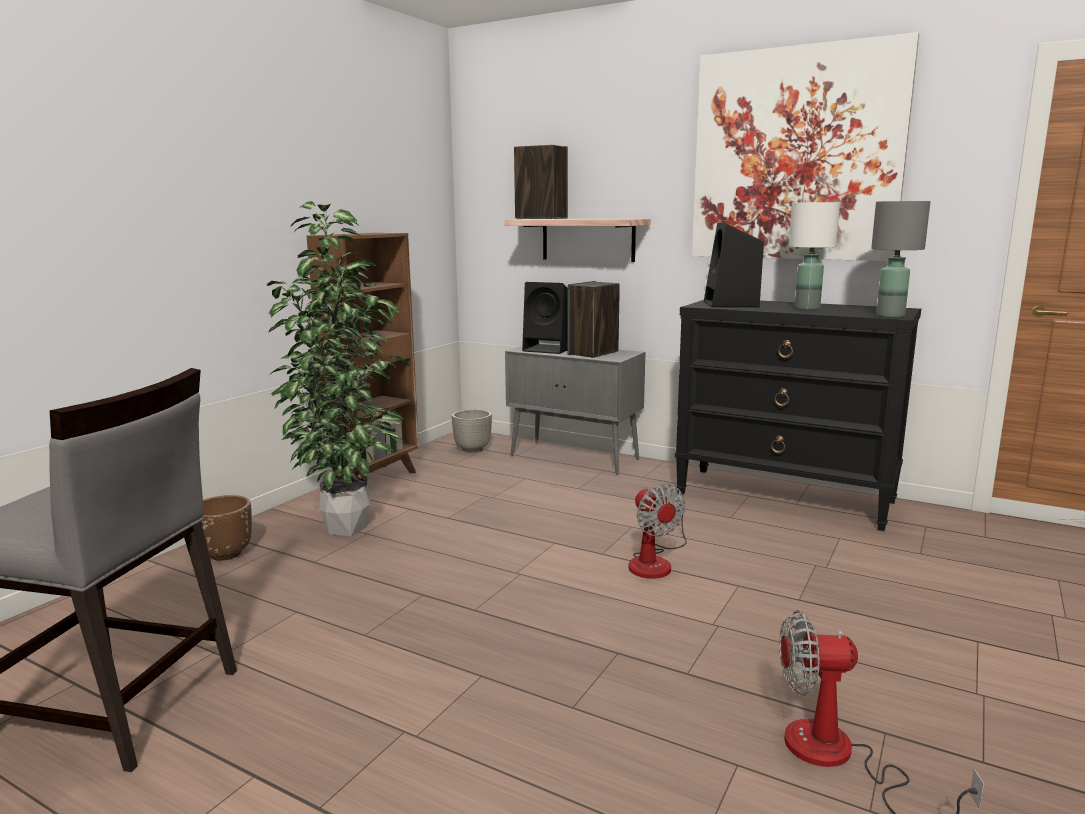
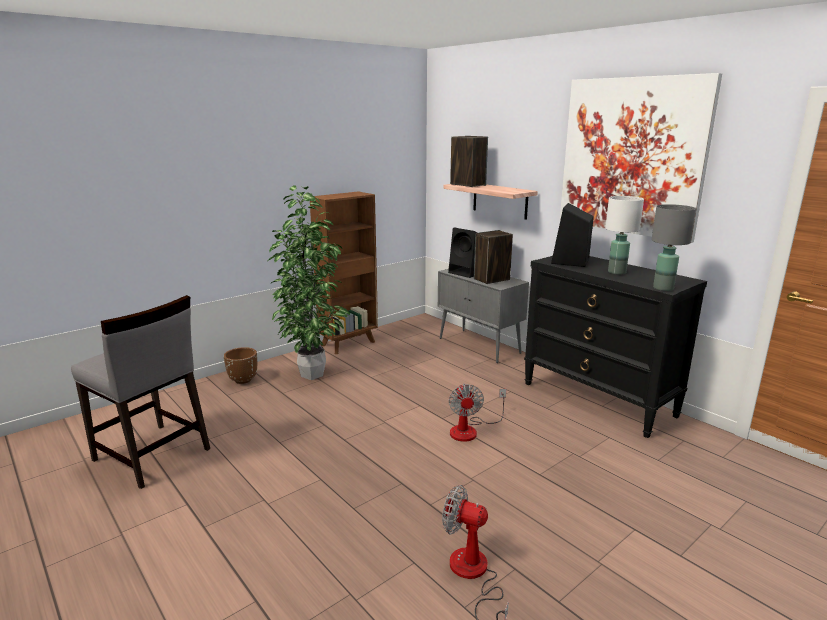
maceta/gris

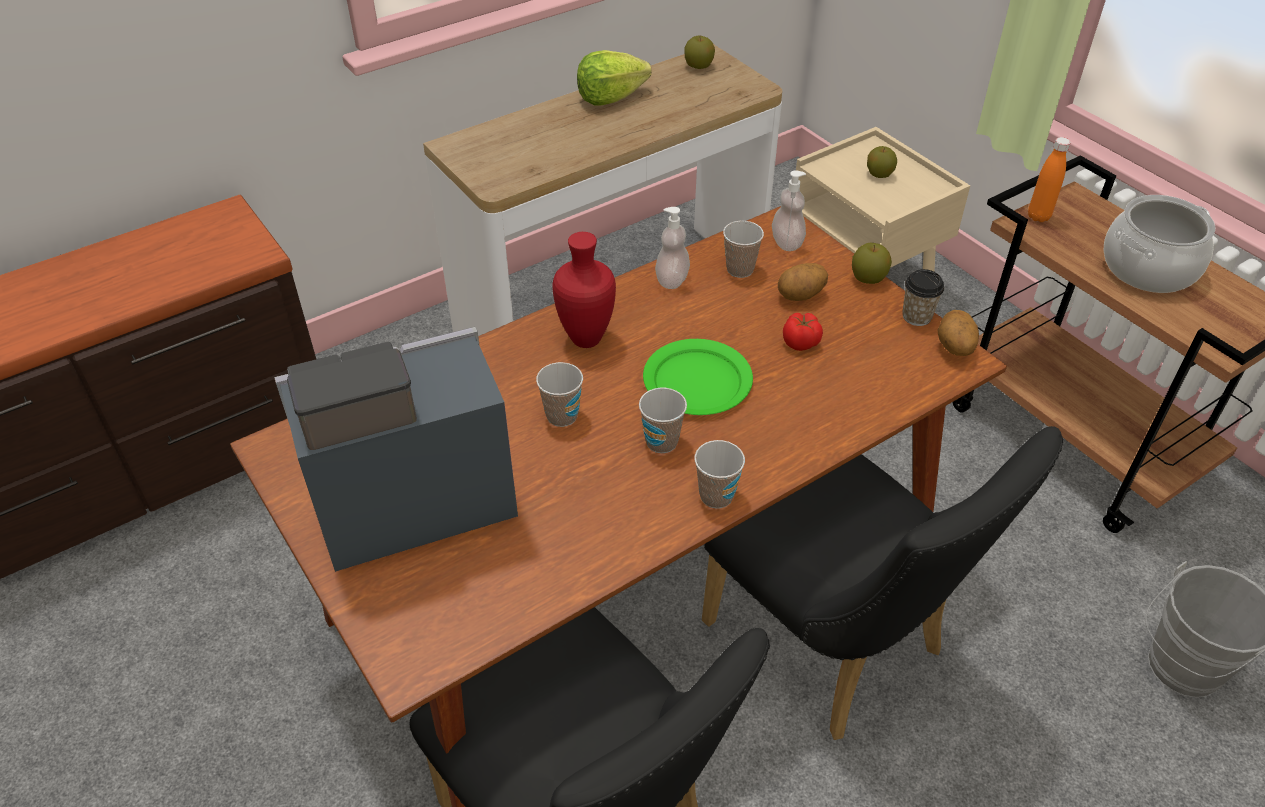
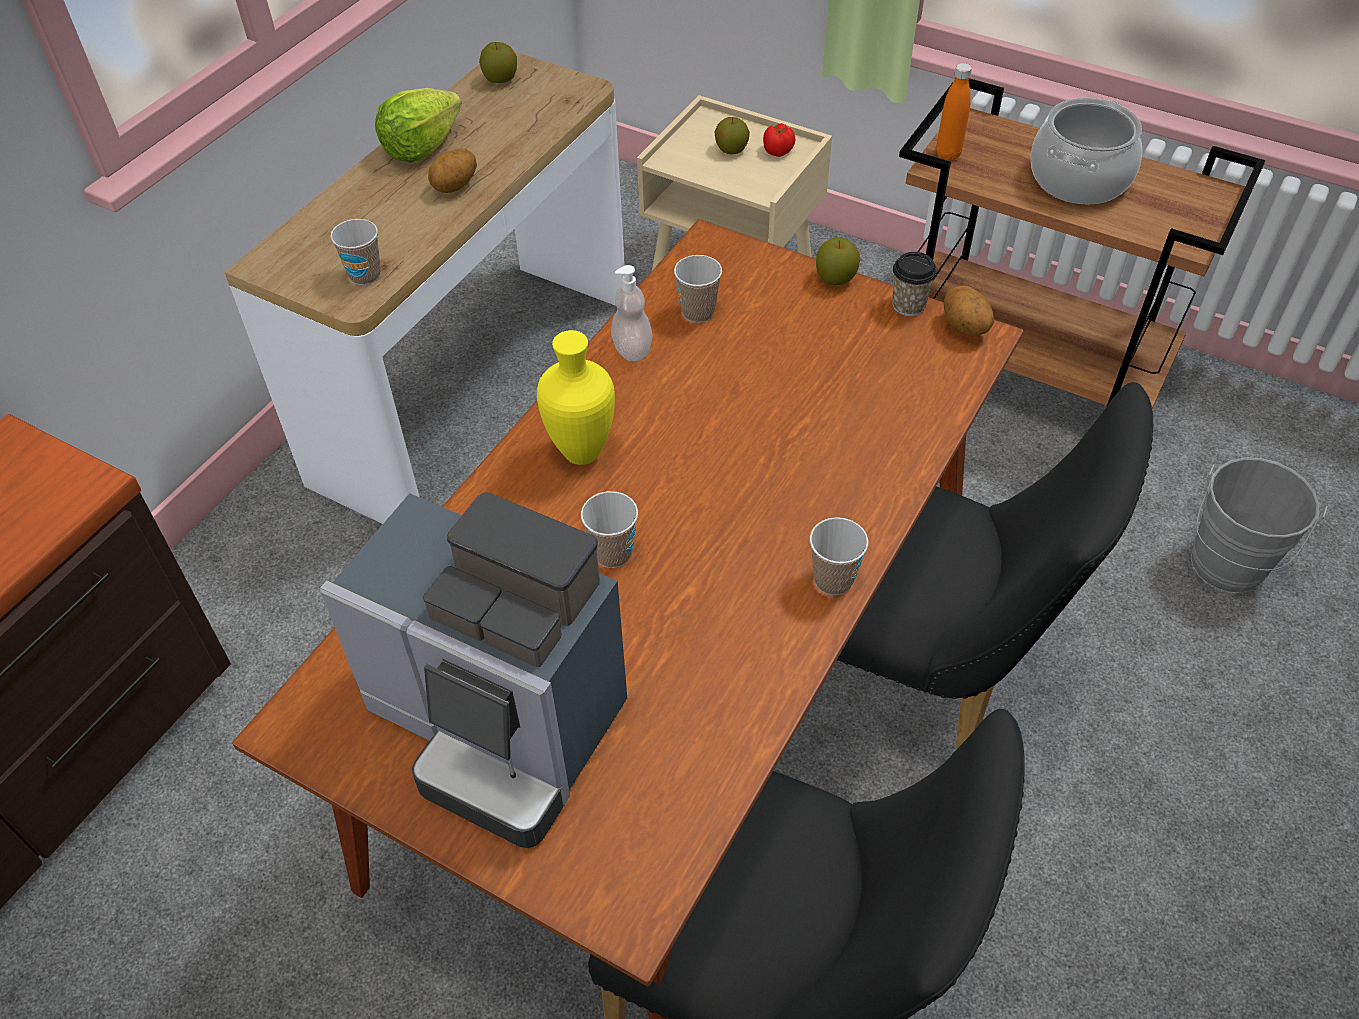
plato/verde; dispensador de jabón (2nd from left in the first image); taza (1st from left); patata (1st from left); tomate; florero/amarillo; cafetera

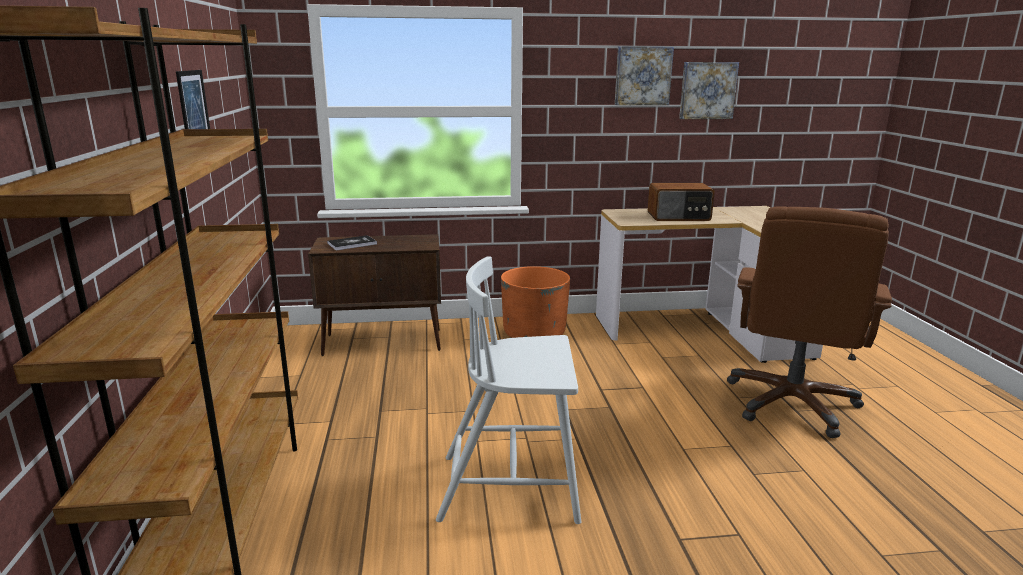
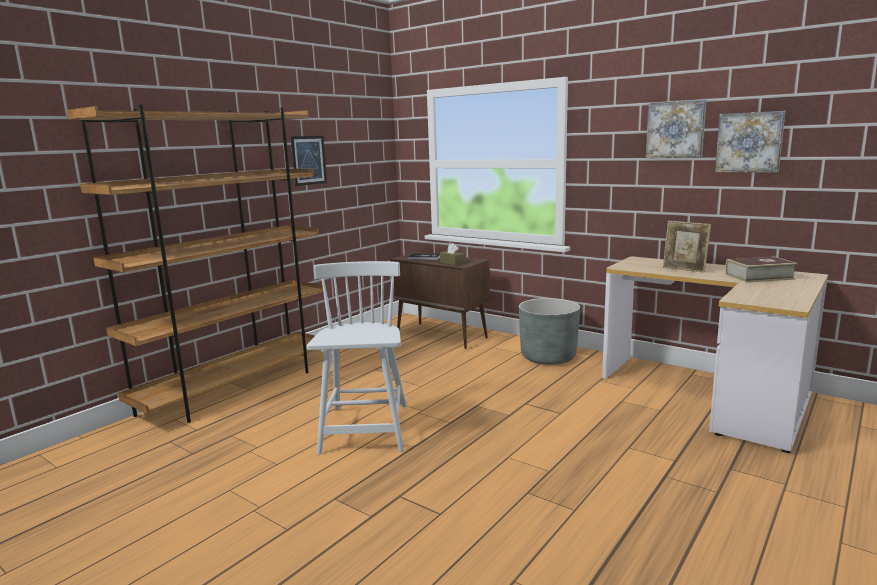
silla de oficina/marrón; caja de pañuelos/marrón; libro (2nd from left); portarretratos; maceta/gris; silla/blanco

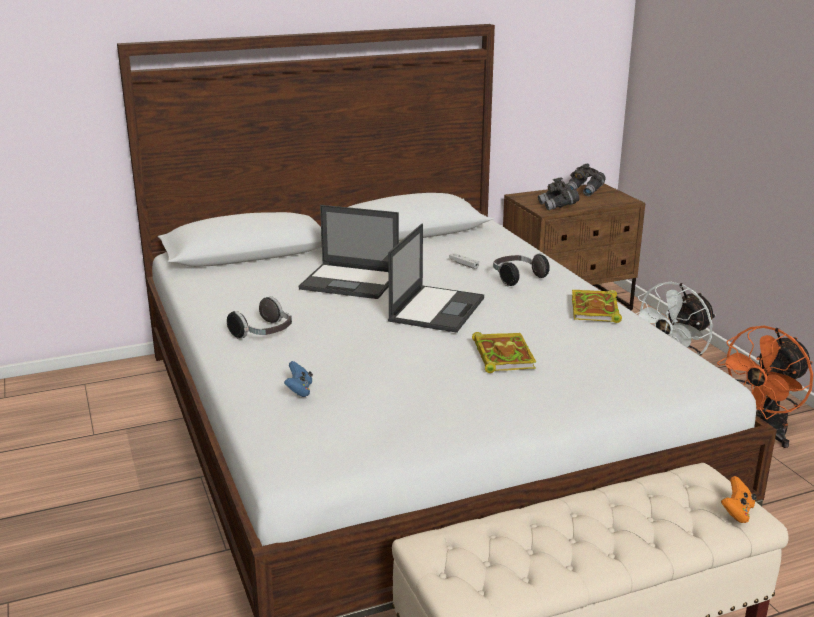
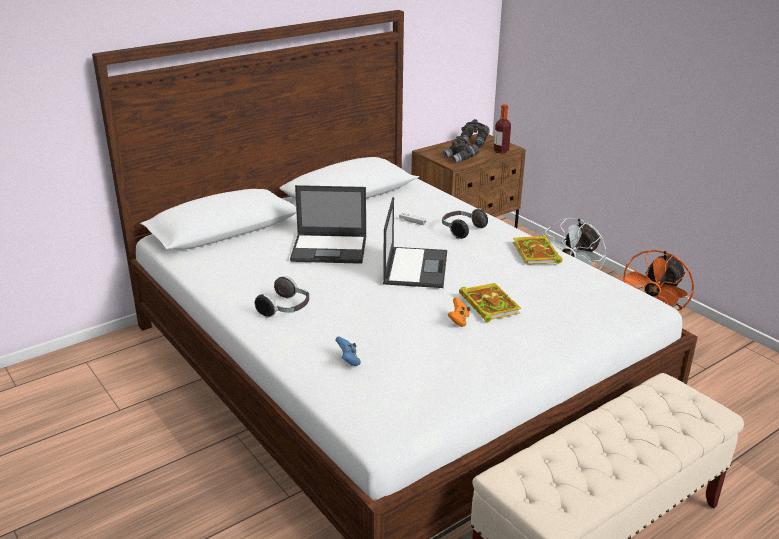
botella; mando de consola/naranja

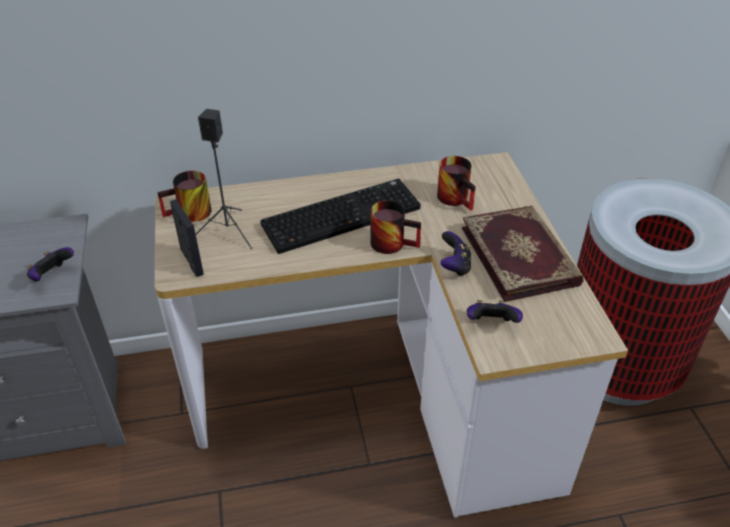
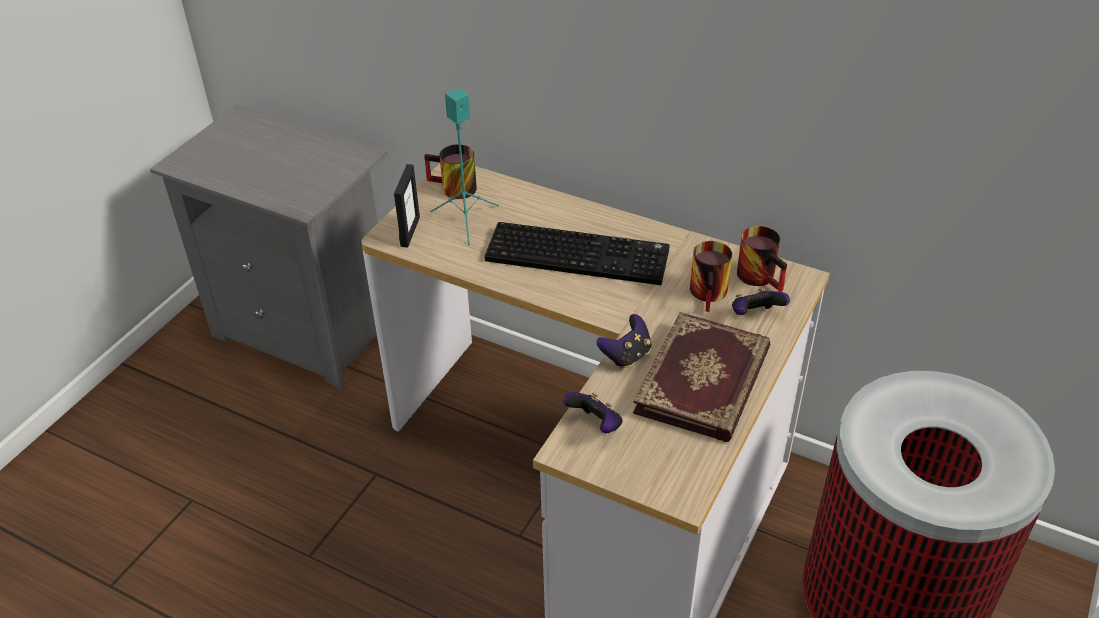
mando de consola (3rd from left); taza grande (3rd from left); altavoz/turquesa

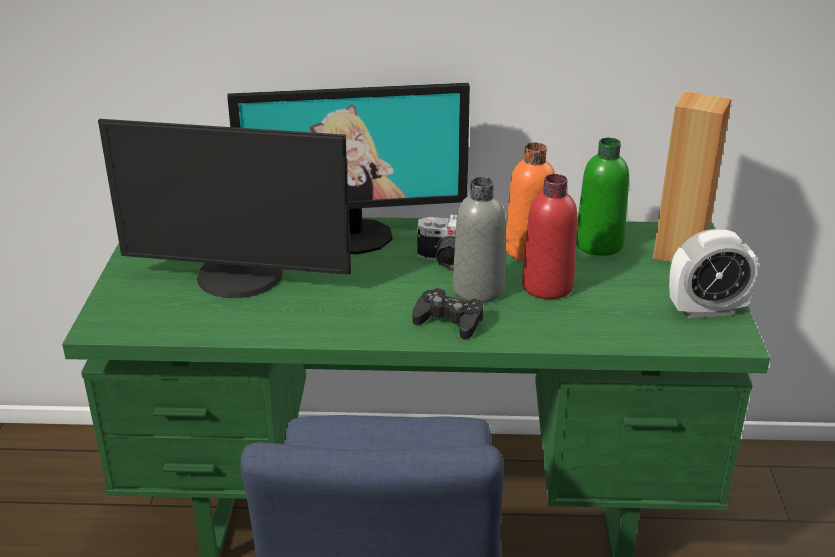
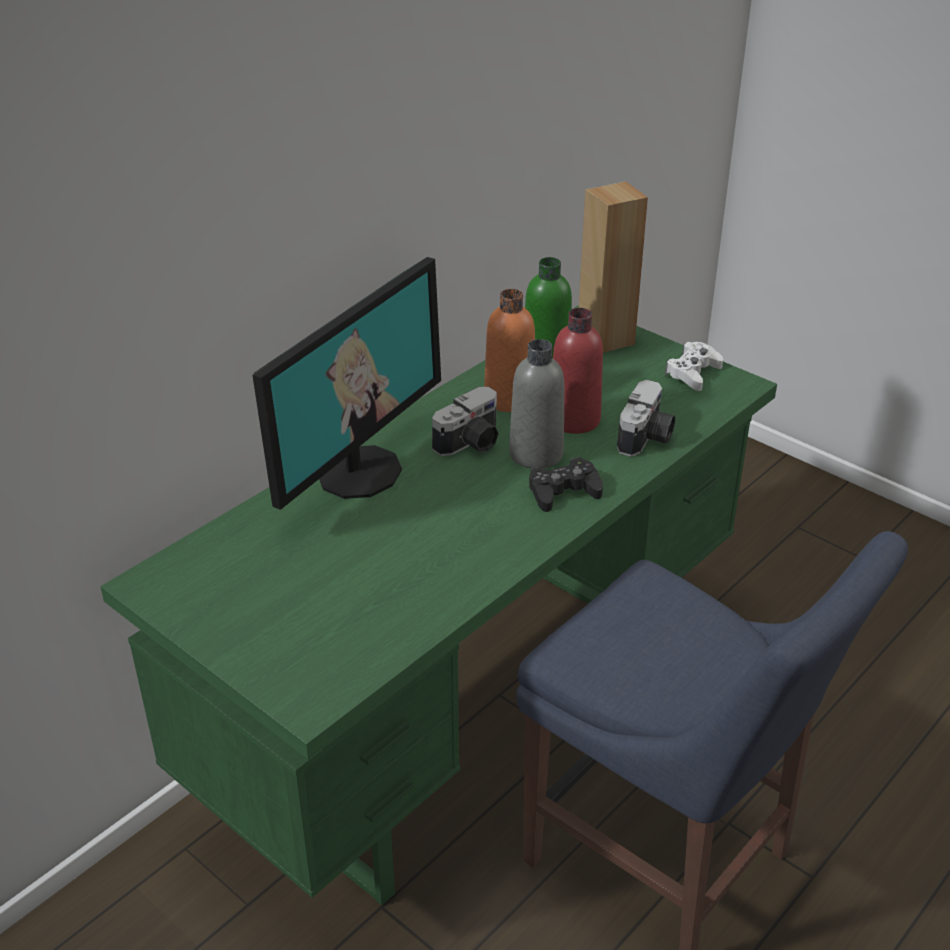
monitor (1st from left in the first image); cámara (2nd from left); mando de consola/blanco

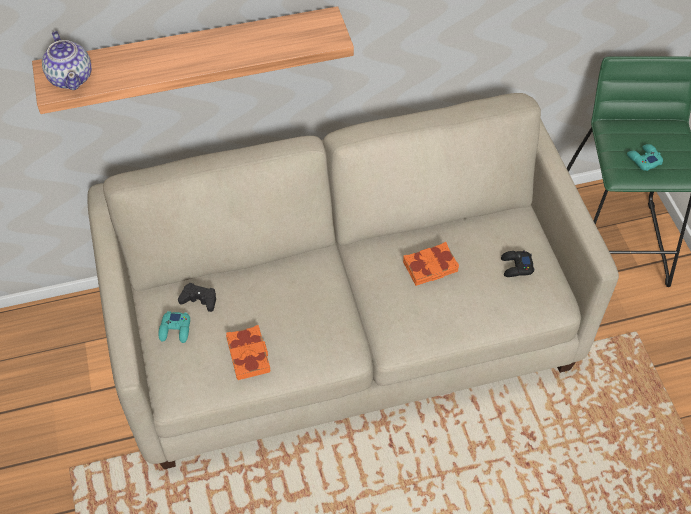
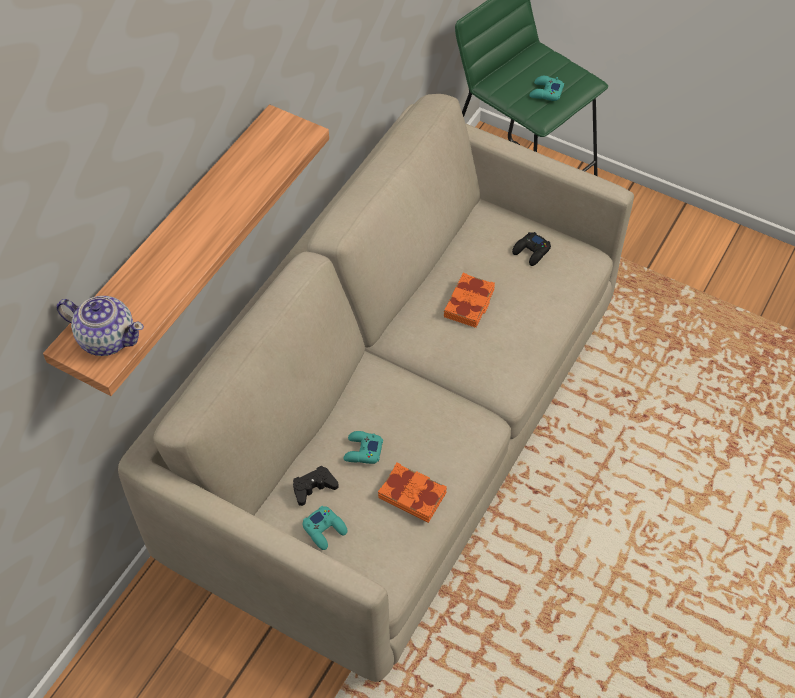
mando de consola/turquesa (2nd from left)

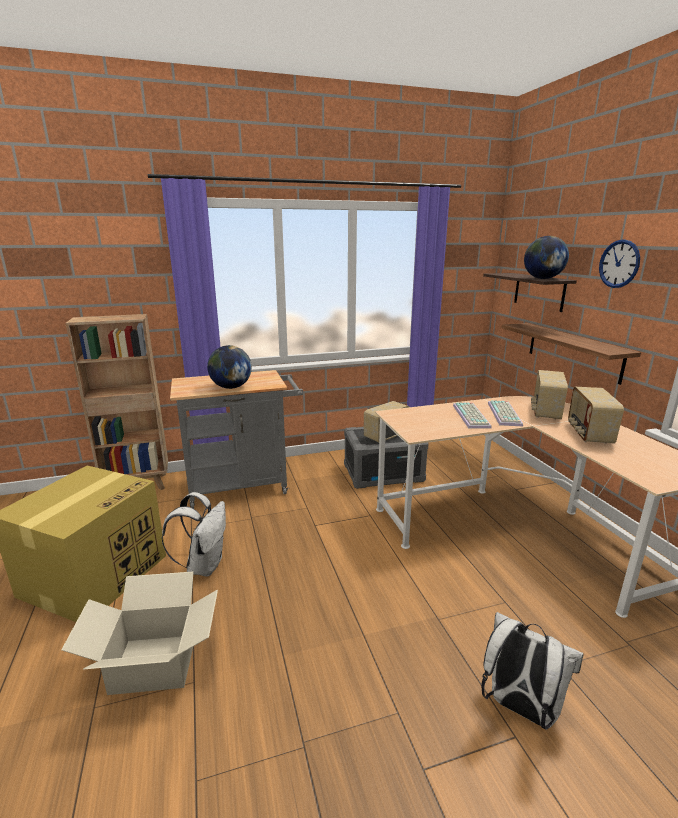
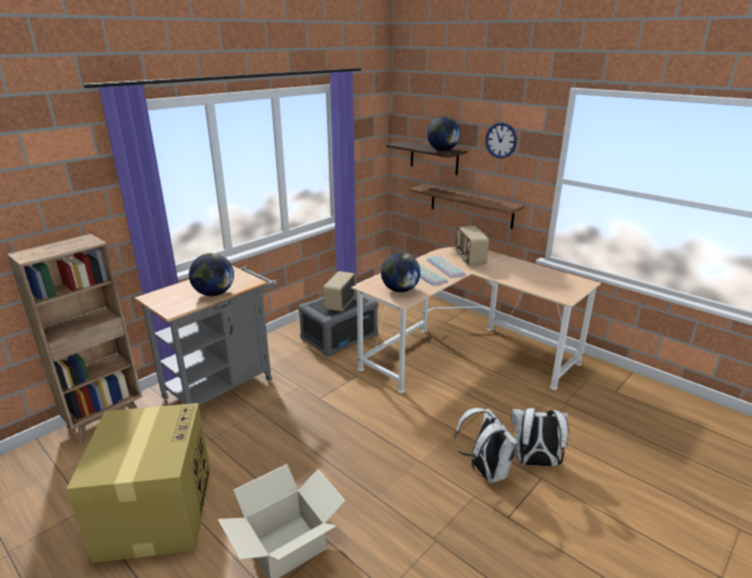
radio (3rd from left in the first image); globo terráqueo (2nd from left); mochila/blanco (1st from left)

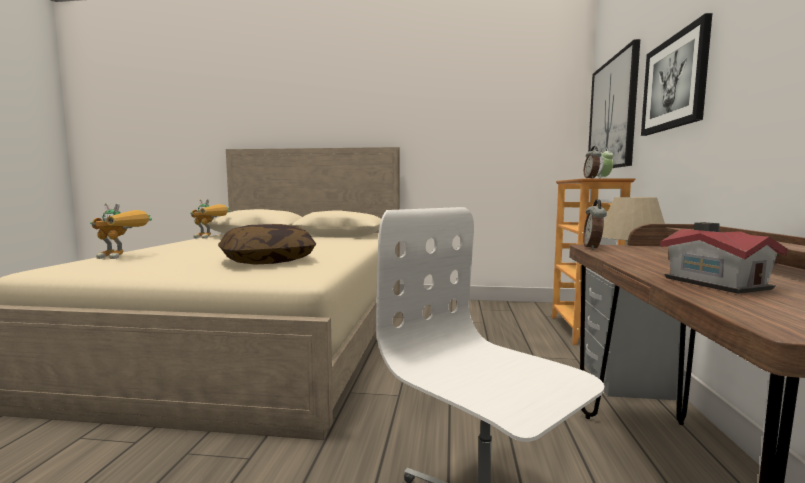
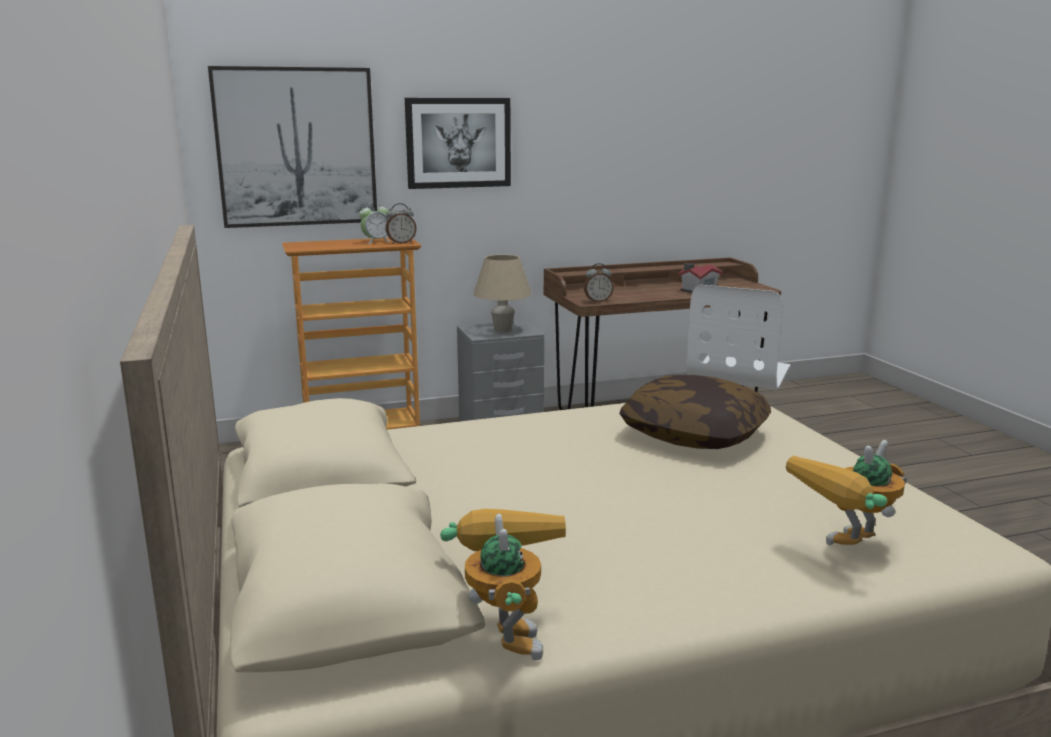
robot de juguete (2nd from left)

